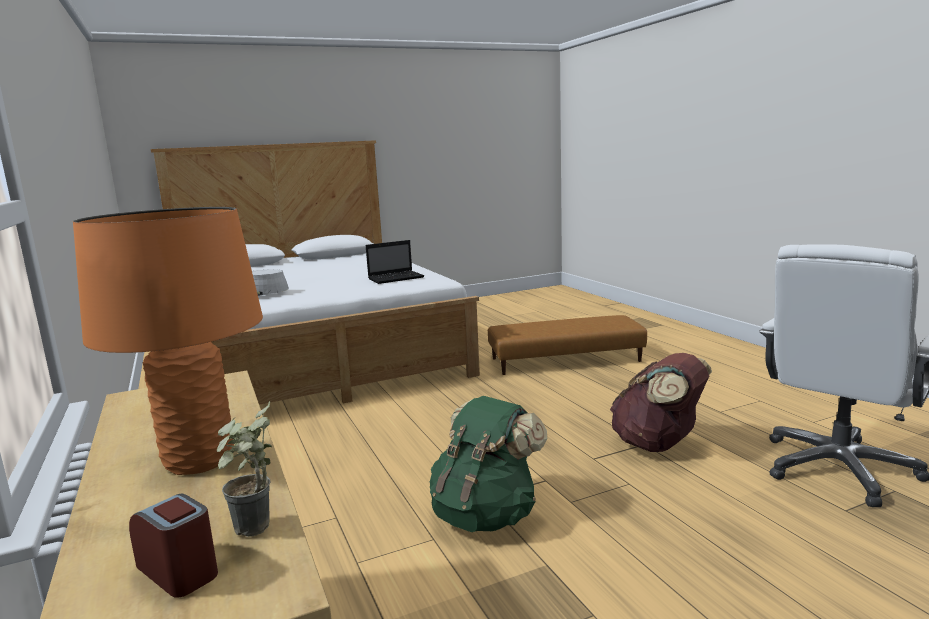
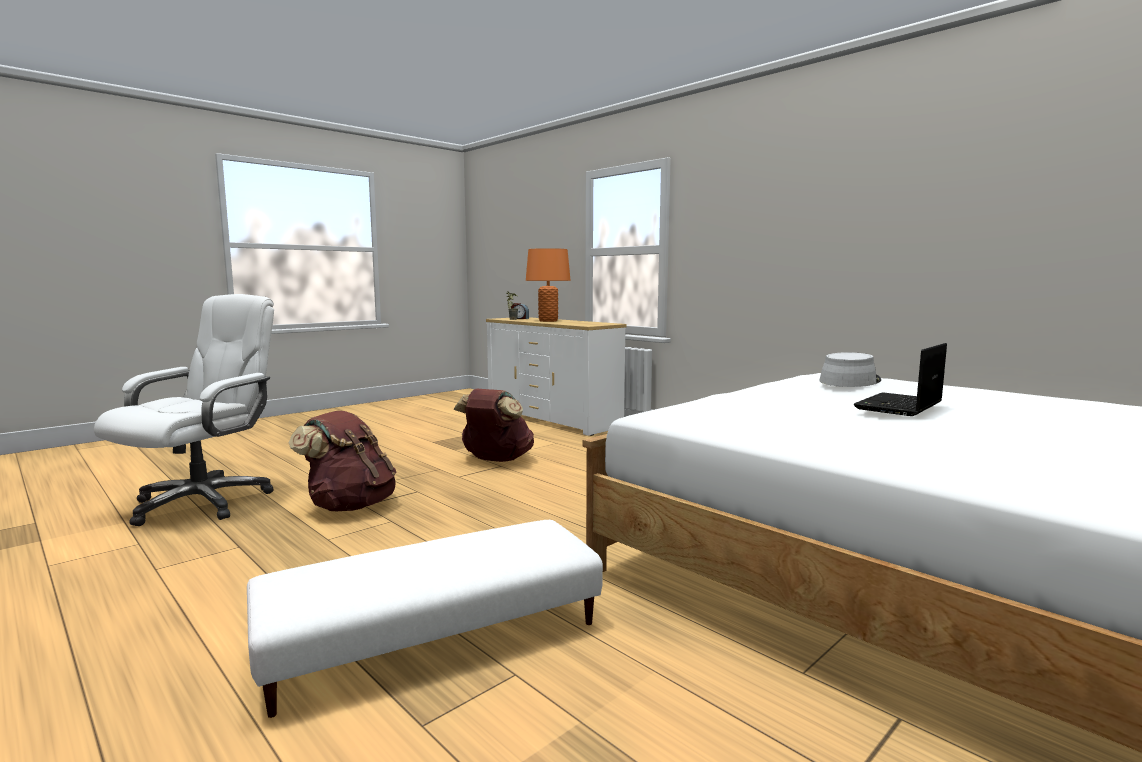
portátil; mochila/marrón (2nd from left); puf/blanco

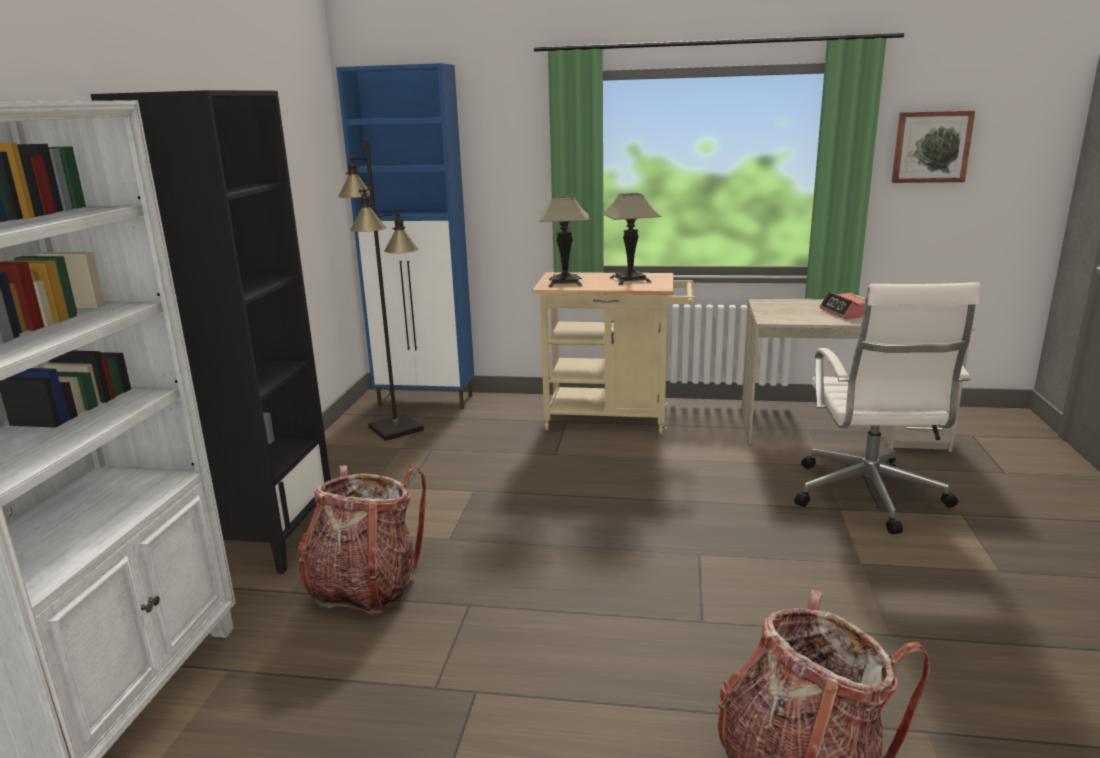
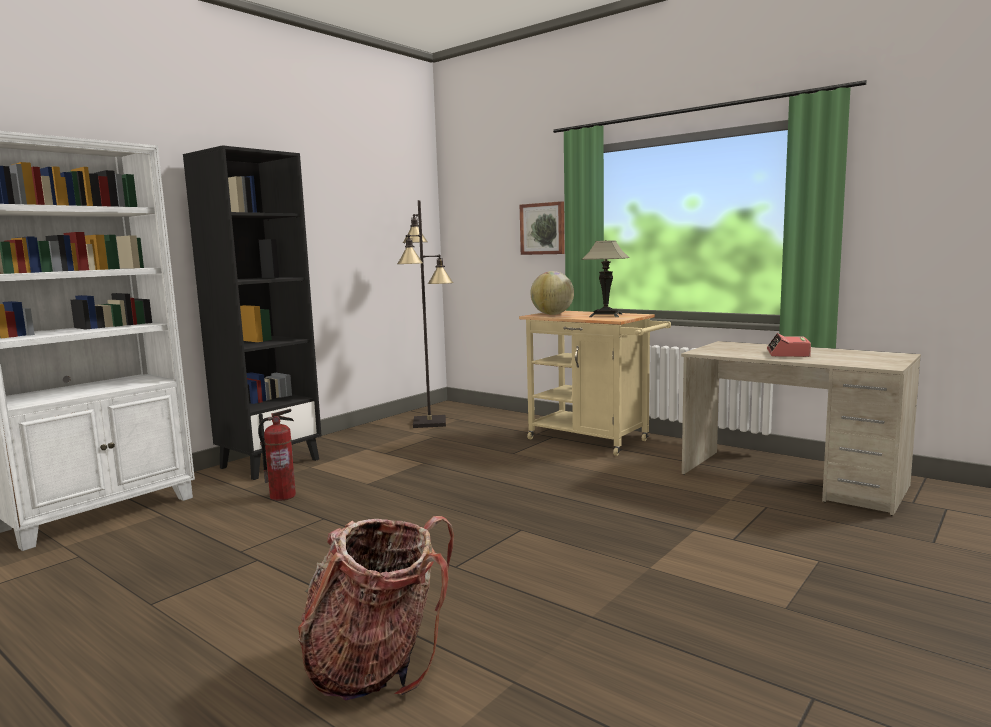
armario/azul; silla de oficina/blanco; cuadro; extintor; globo terráqueo

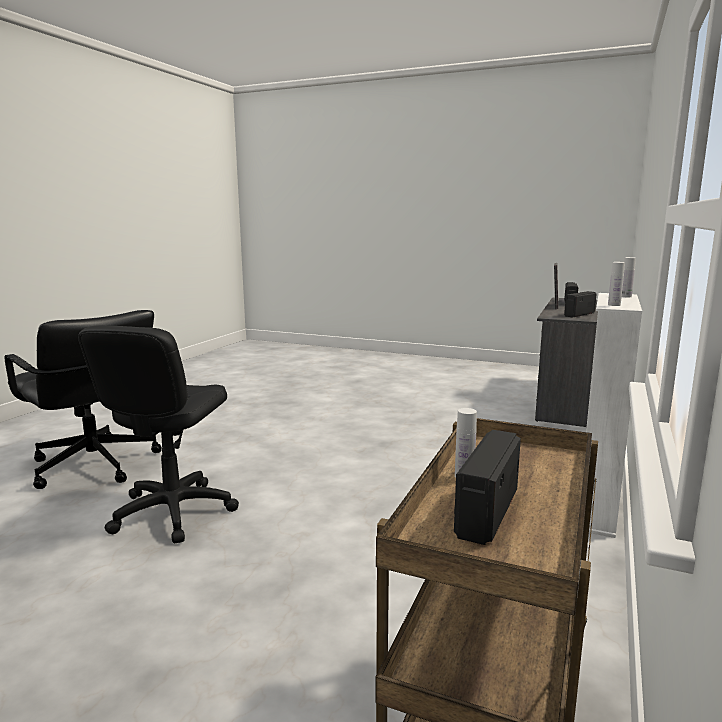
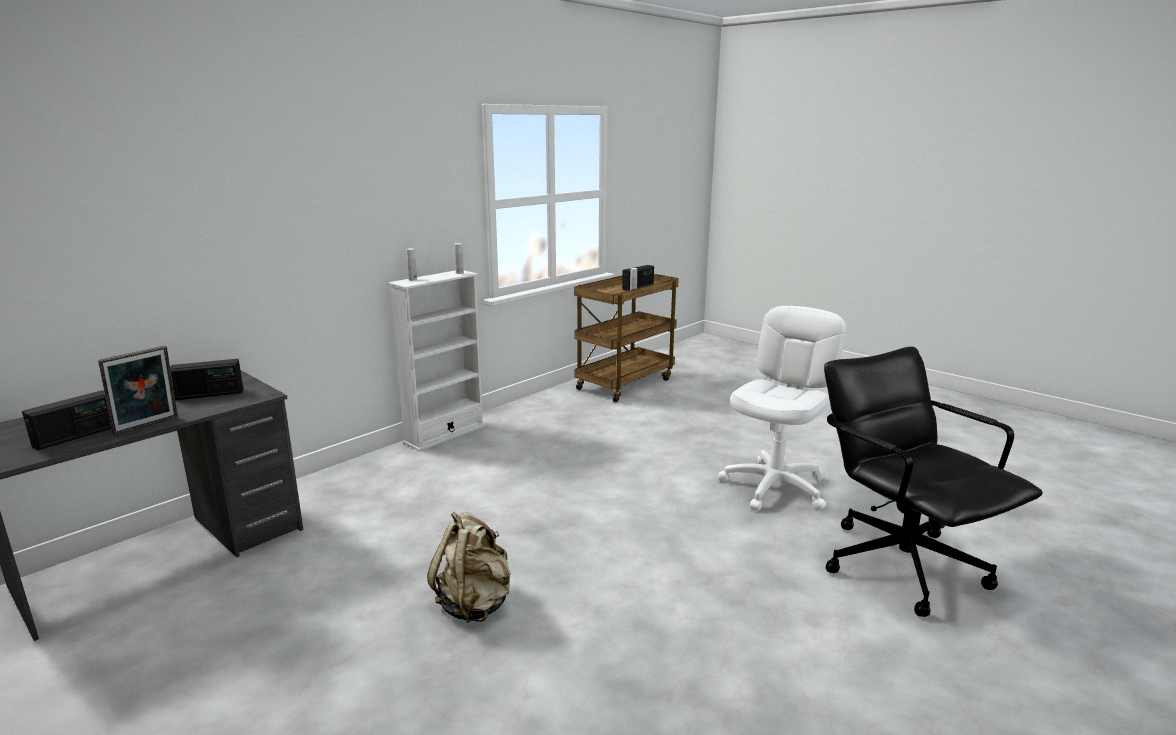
mochila/beis; silla de oficina/blanco

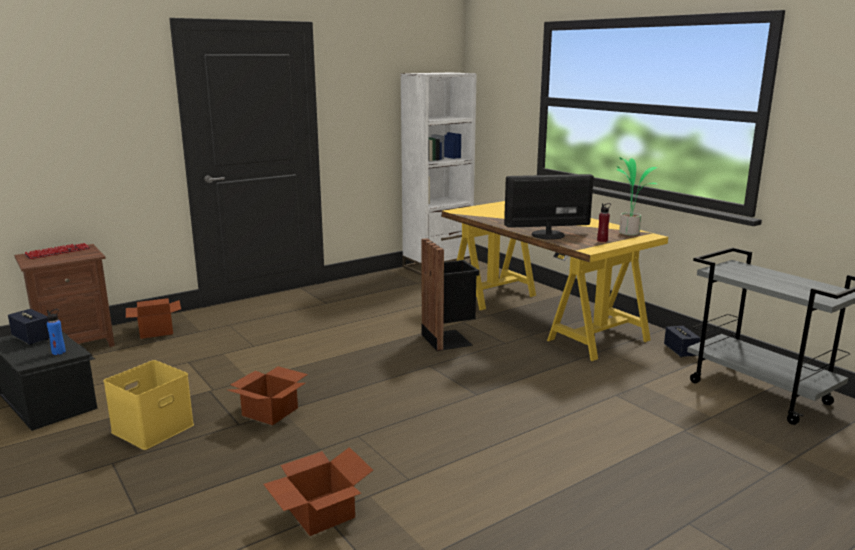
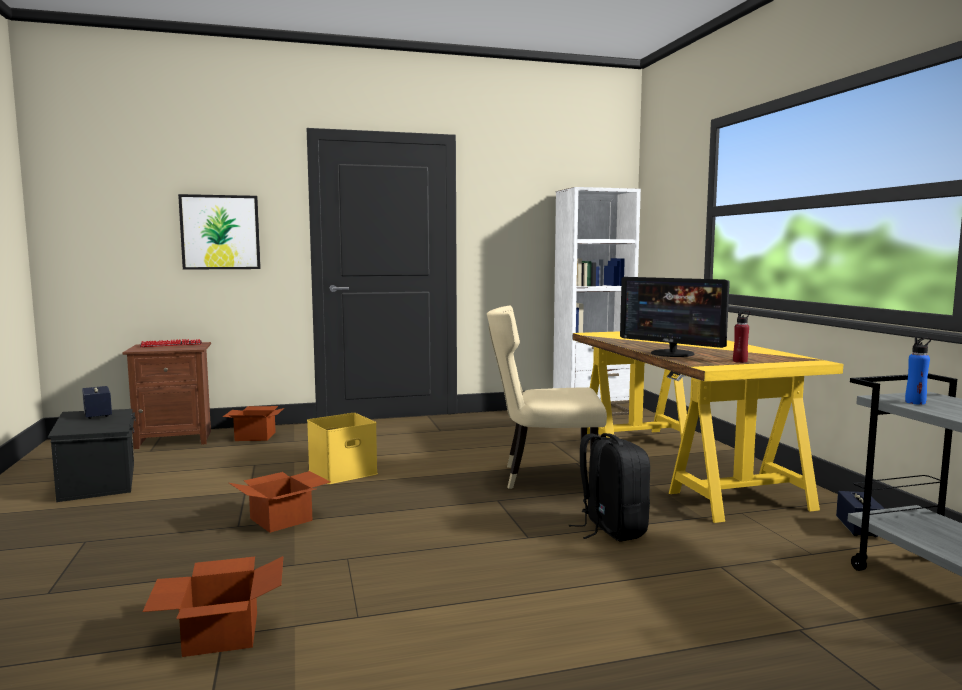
planta en maceta; cuadro; mochila/negro; botella/azul; caja de almacenaje/amarillo; silla/beis; monitor

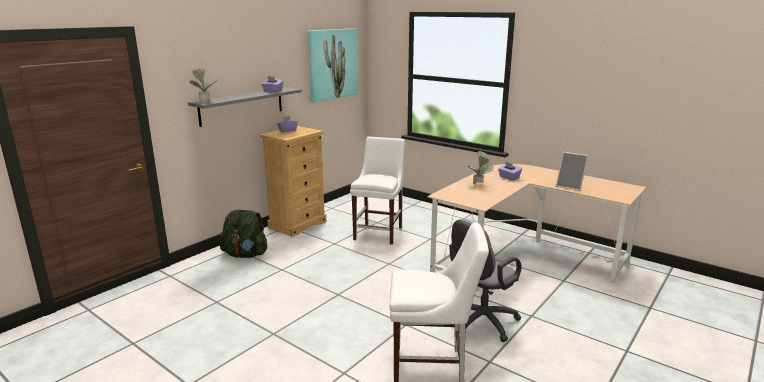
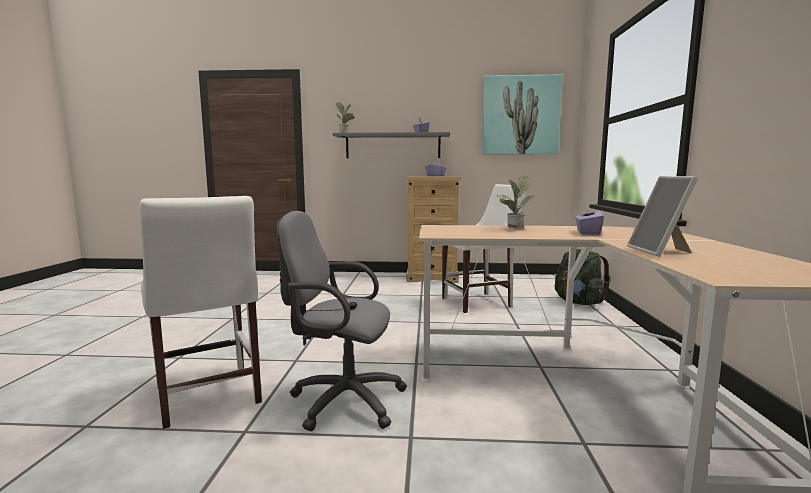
mochila/verde

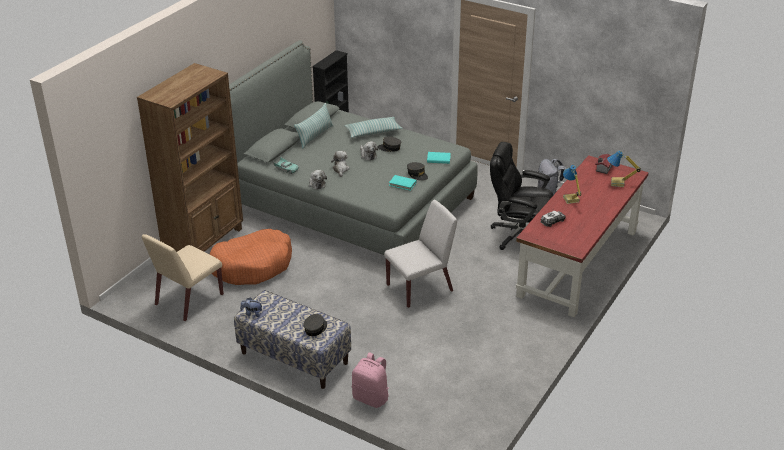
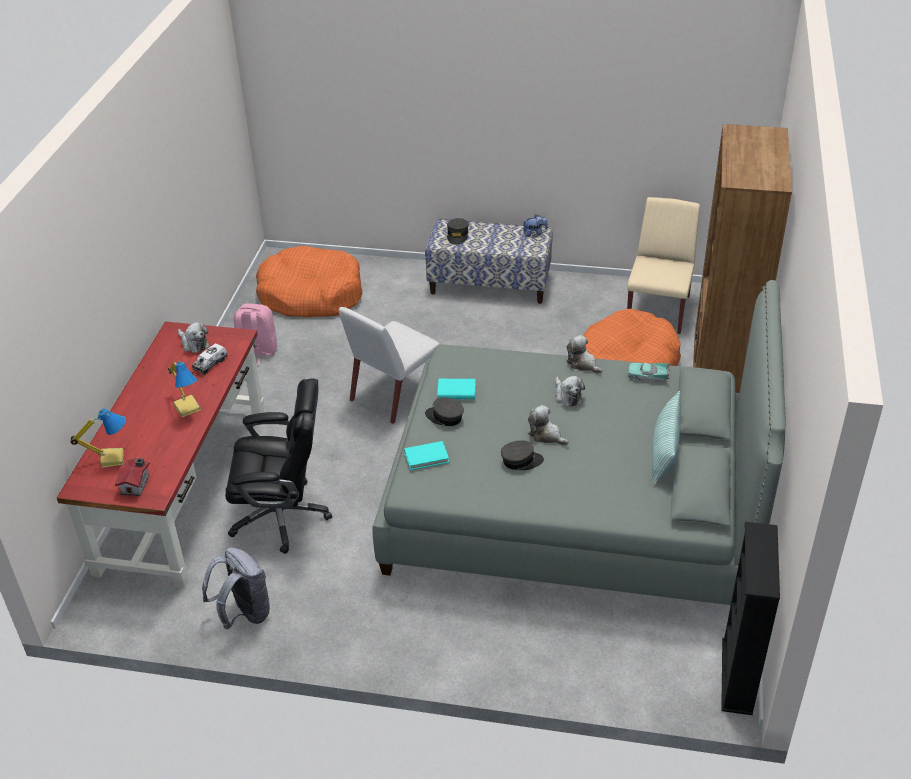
cojín (2nd from left in the first image); peluche (1st from left); cama para perro/naranja (1st from left); mochila/rosa

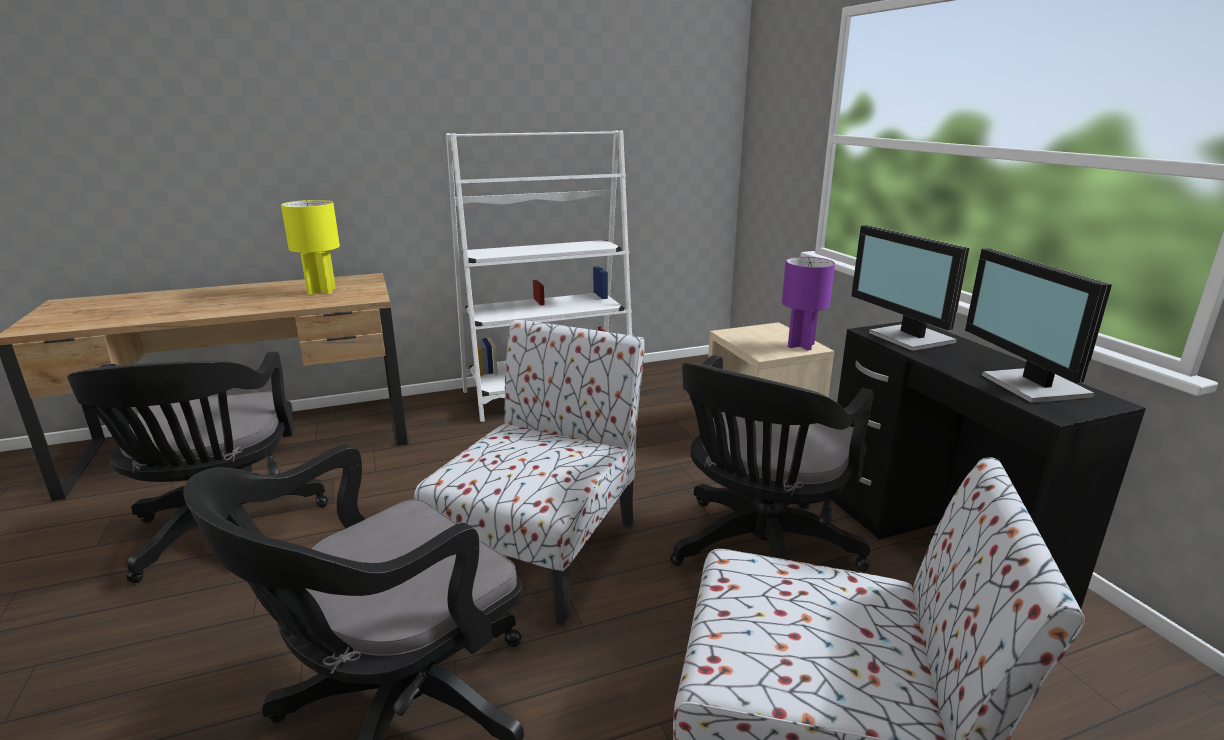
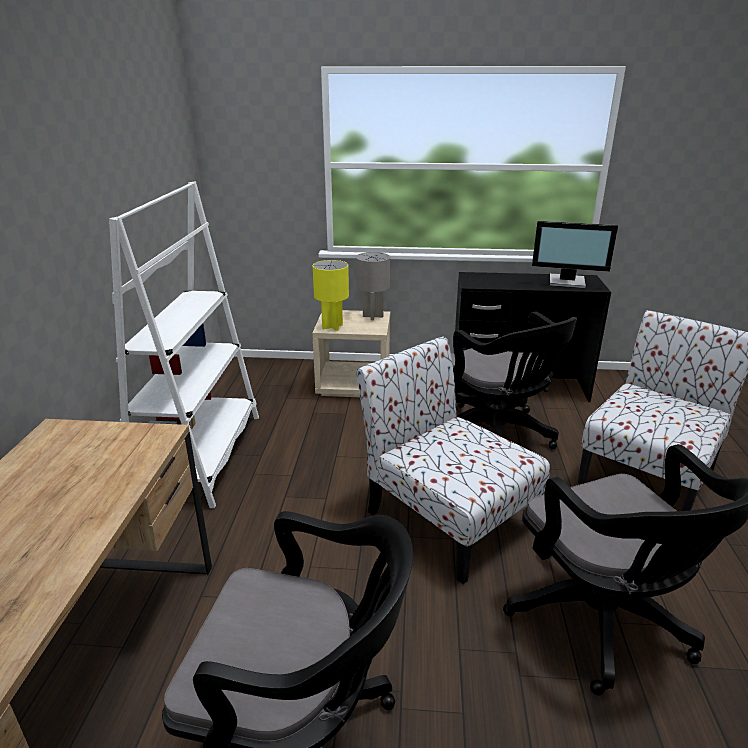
monitor (1st from left in the first image); lámpara de mesa/amarillo; lámpara de mesa/gris

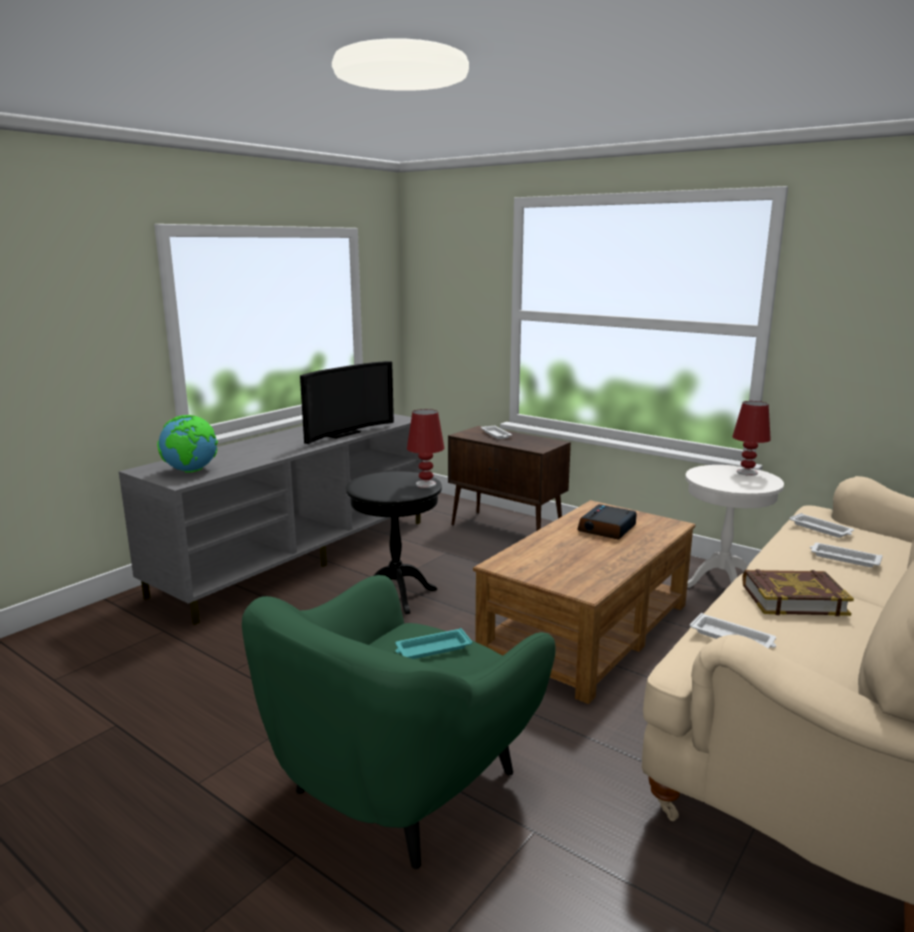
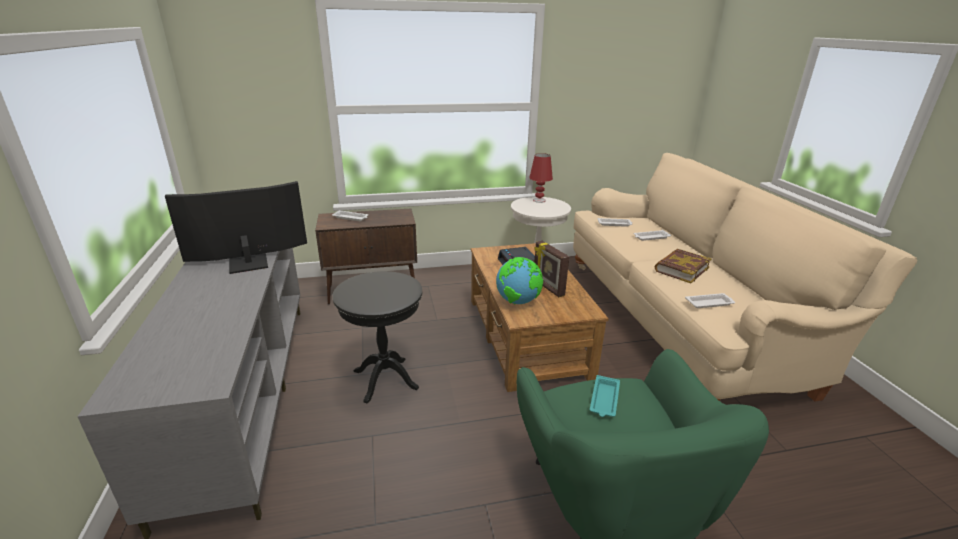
lámpara de mesa/rojo (1st from left in the first image); portarretratos; globo terráqueo; televisor

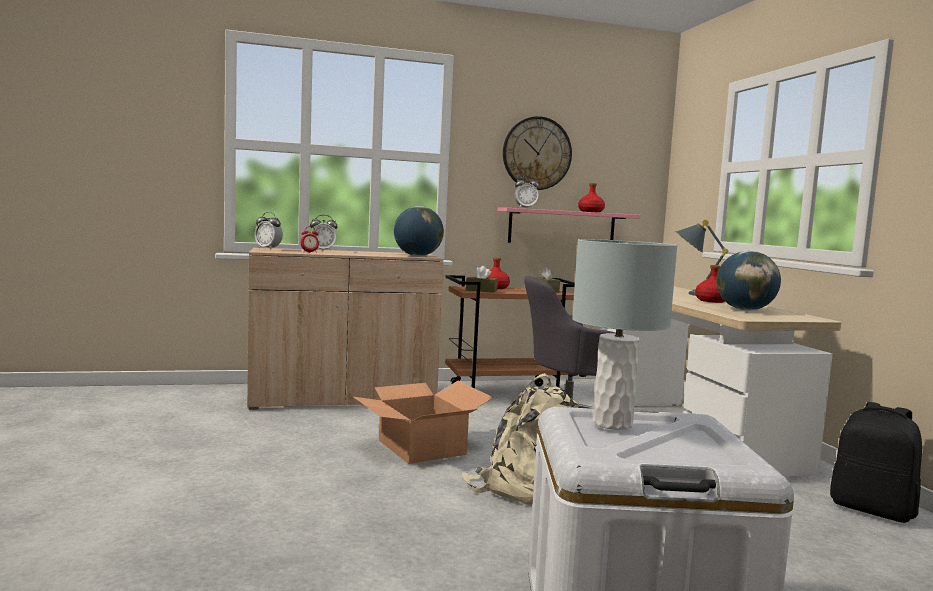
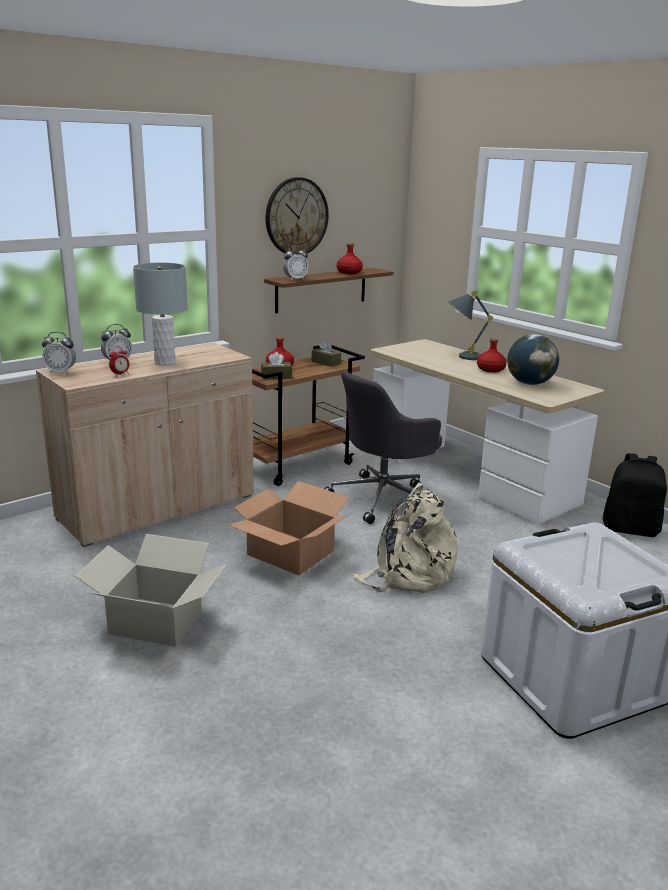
globo terráqueo (1st from left in the first image); caja de cartón (1st from left); lámpara de mesa/gris (1st from left); estante/marrón

